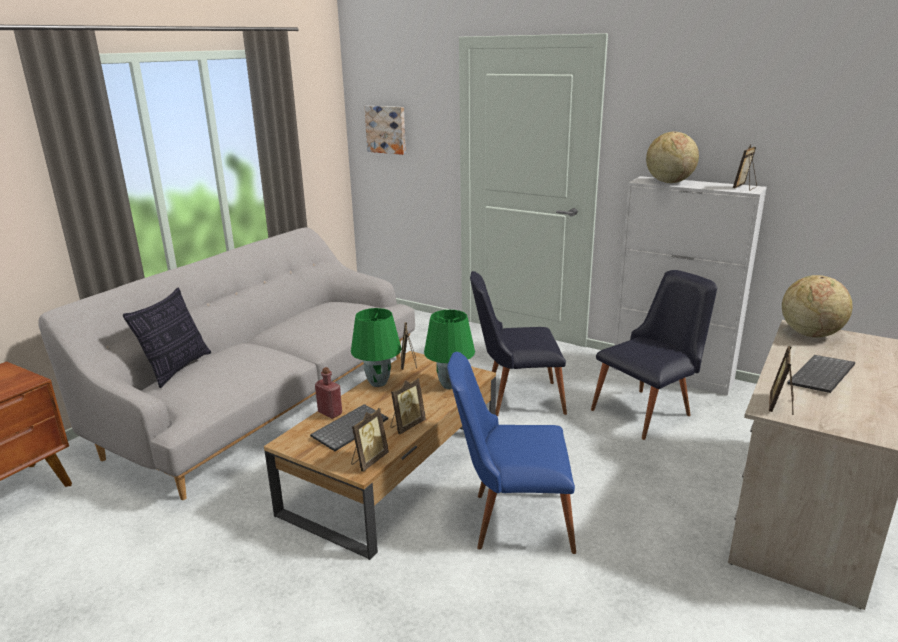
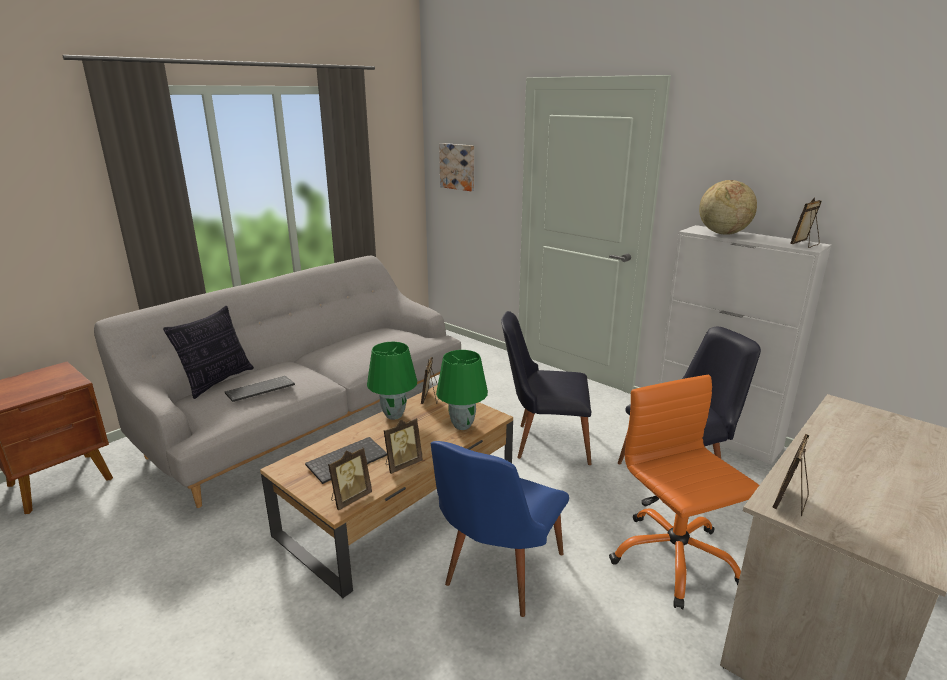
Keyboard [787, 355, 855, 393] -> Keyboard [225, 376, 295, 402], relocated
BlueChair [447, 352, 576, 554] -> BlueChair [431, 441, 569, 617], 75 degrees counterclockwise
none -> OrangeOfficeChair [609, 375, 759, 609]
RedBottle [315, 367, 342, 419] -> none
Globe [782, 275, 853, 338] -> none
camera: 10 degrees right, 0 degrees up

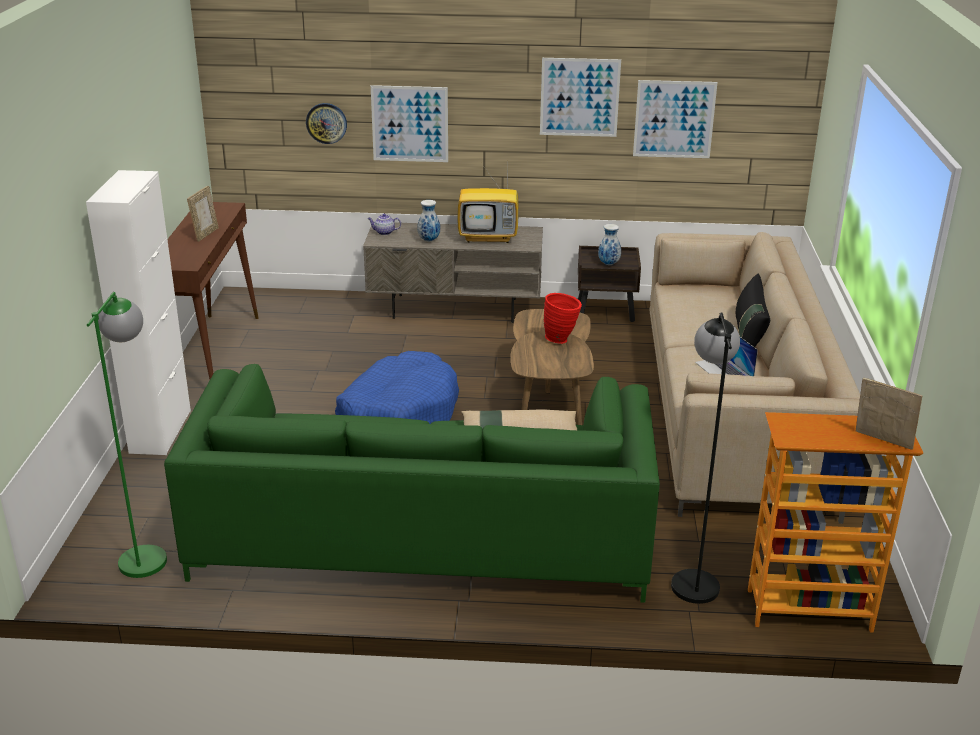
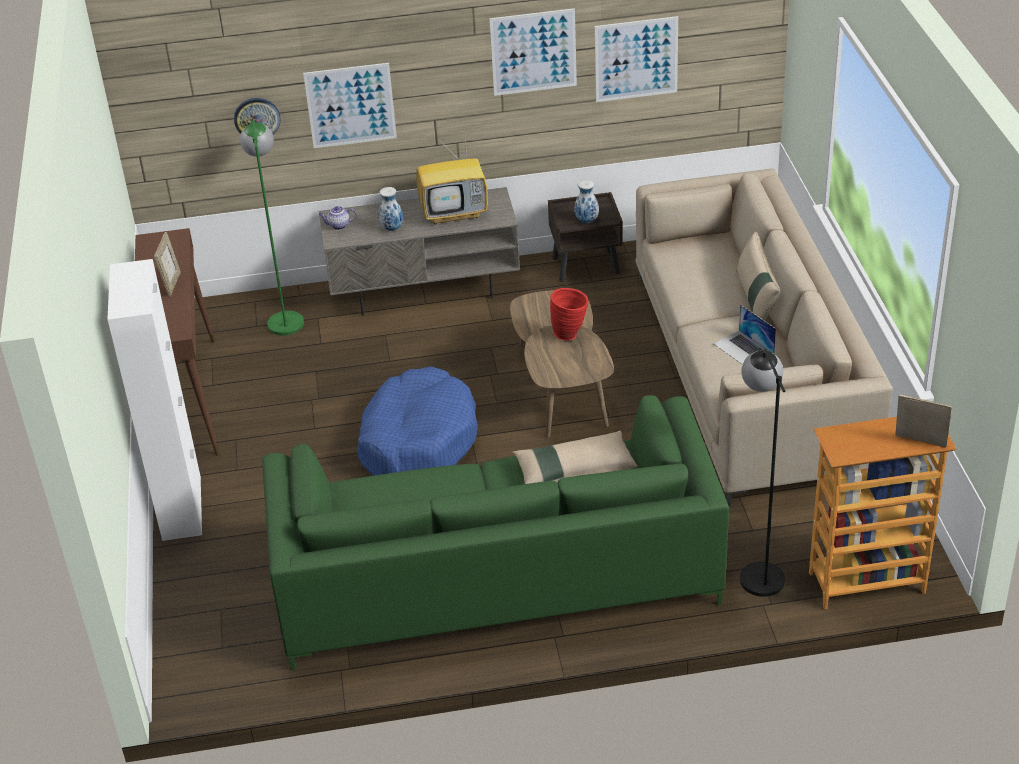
GreenFloorLamp [87, 292, 167, 578] -> GreenFloorLamp [240, 119, 304, 336], relocated
BlackPillow [736, 274, 770, 347] -> BeigePillow [737, 231, 780, 321]
camera: 10 degrees left, 10 degrees up

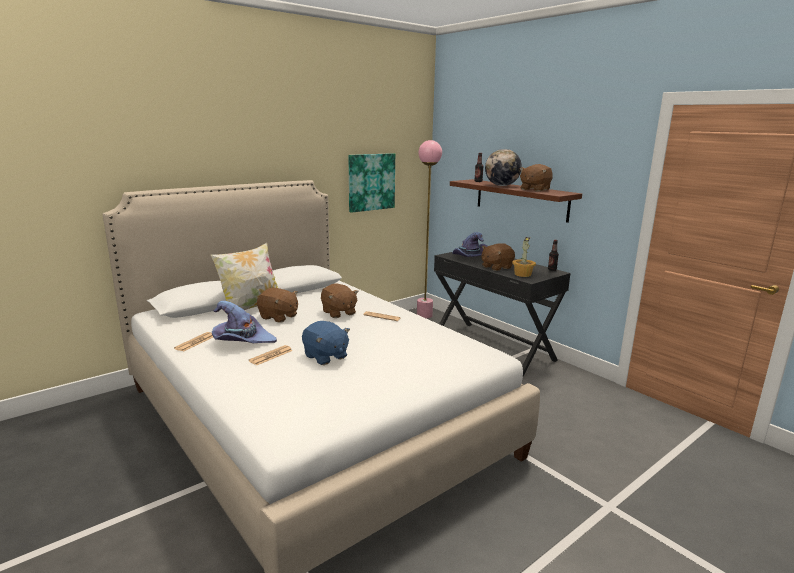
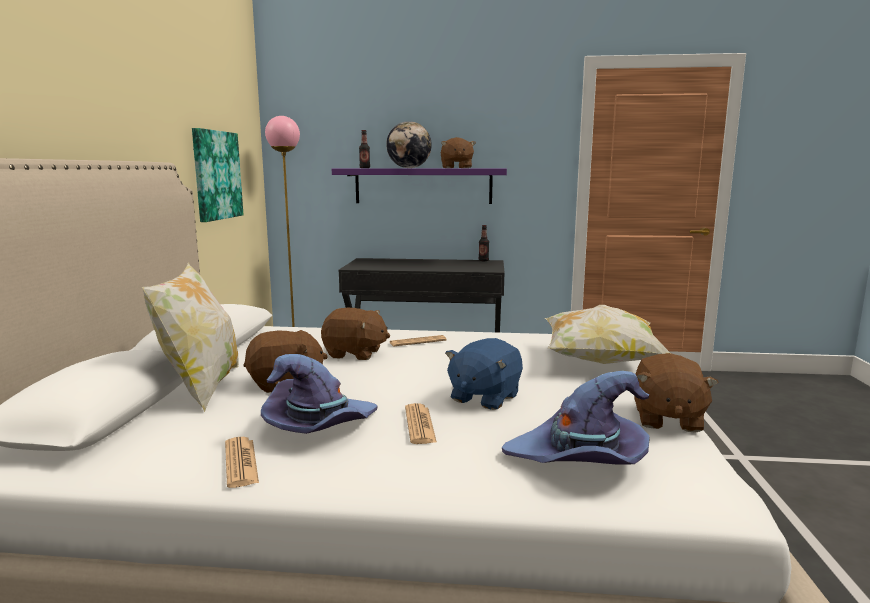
BrownShelf [450, 179, 582, 223] -> PurpleShelf [332, 169, 507, 204]
BluePlushToy [302, 321, 350, 365] -> BluePlushToy [445, 338, 523, 410], 120 degrees clockwise
PurpleHat [452, 232, 487, 257] -> PurpleHat [502, 371, 649, 465], relocated
none -> Pillow [545, 305, 670, 364]
BrownPlushToy [481, 243, 515, 271] -> BrownPlushToy [634, 353, 719, 433], relocated
PottedPlant [512, 237, 536, 277] -> none
camera: 45 degrees left, 5 degrees down

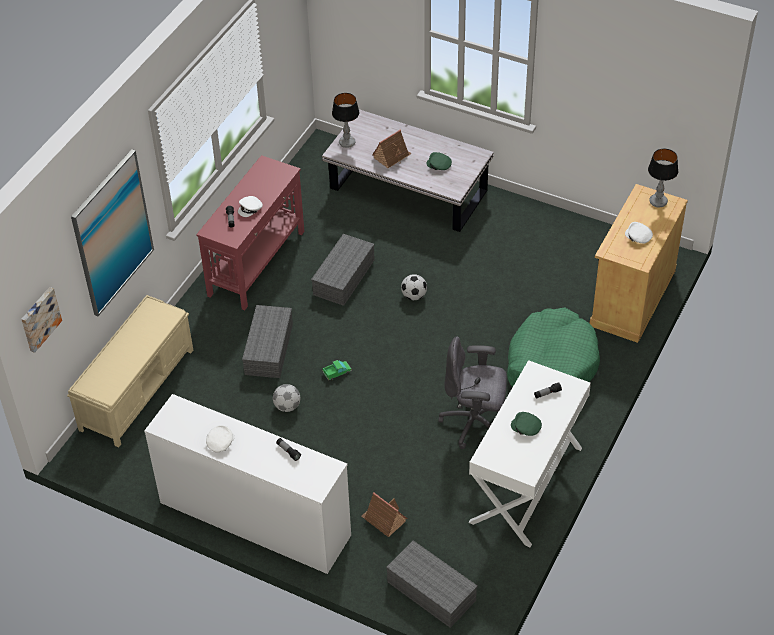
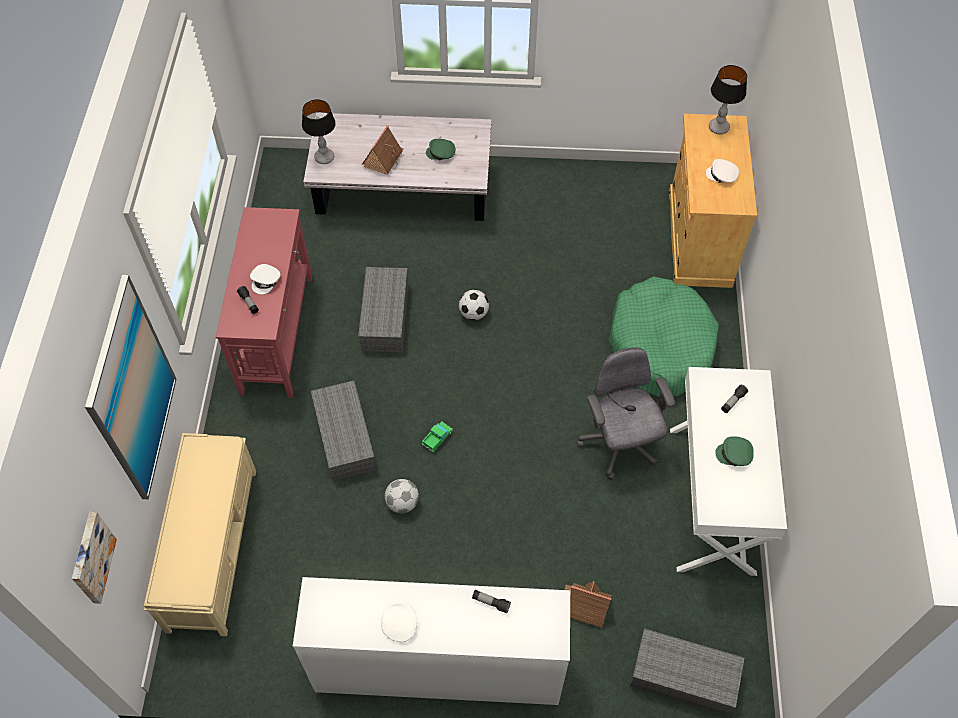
GreyOfficeChair [438, 336, 507, 449] -> GreyOfficeChair [578, 348, 675, 480], 90 degrees clockwise
camera: 25 degrees left, 10 degrees up

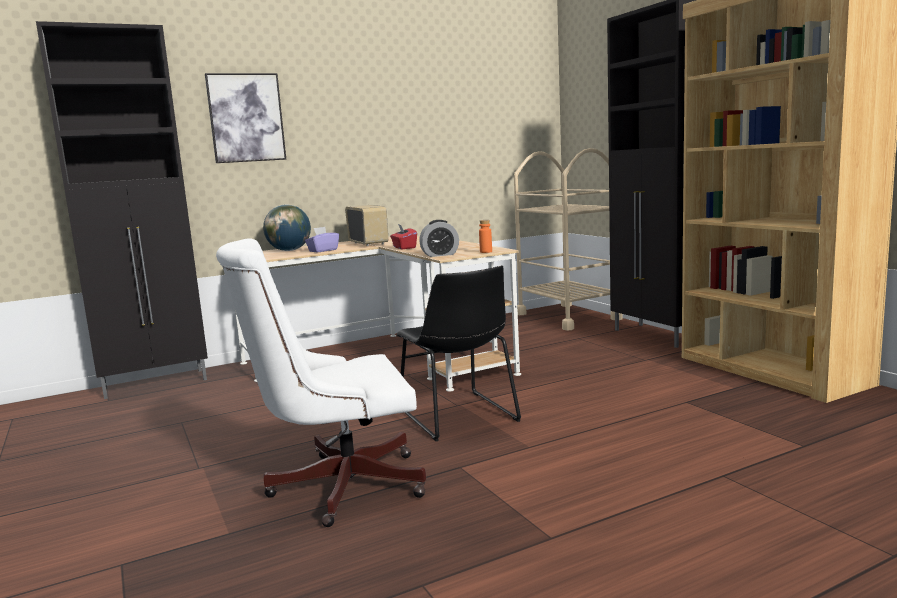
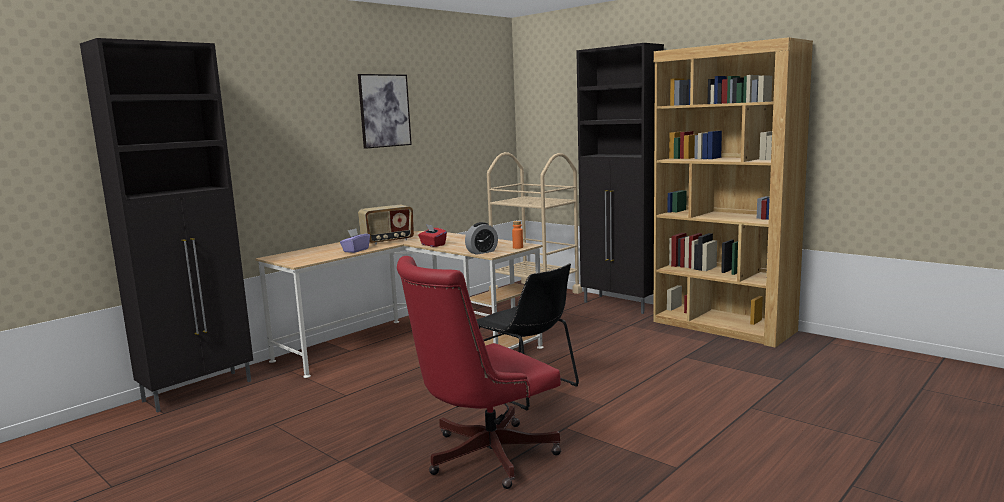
Picture [205, 73, 286, 163] -> Picture [358, 74, 412, 149], relocated
Radio [345, 205, 388, 246] -> Radio [358, 205, 414, 245], 105 degrees clockwise
WhiteOfficeChair [216, 238, 426, 527] -> RedOfficeChair [397, 256, 561, 489]
Globe [263, 205, 311, 251] -> none
camera: 20 degrees left, 0 degrees up

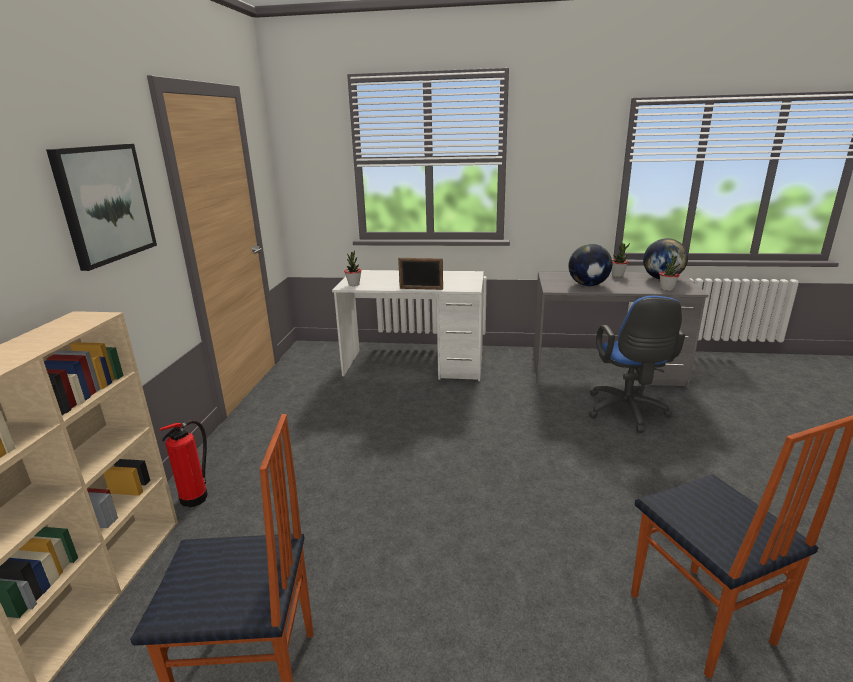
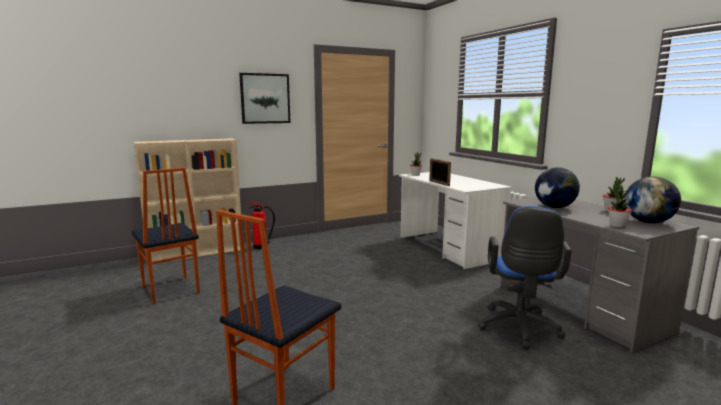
BlueOfficeChair [589, 296, 685, 433] -> BlueOfficeChair [478, 206, 572, 349], 45 degrees counterclockwise
camera: 55 degrees right, 10 degrees down

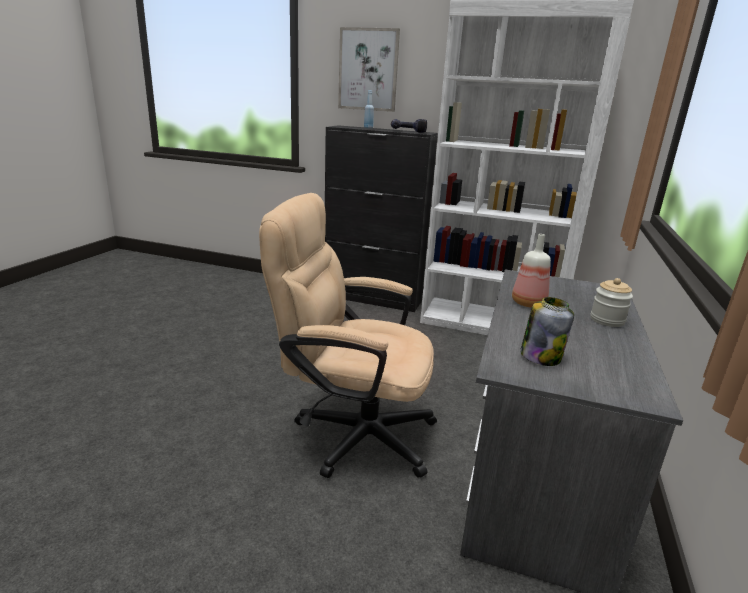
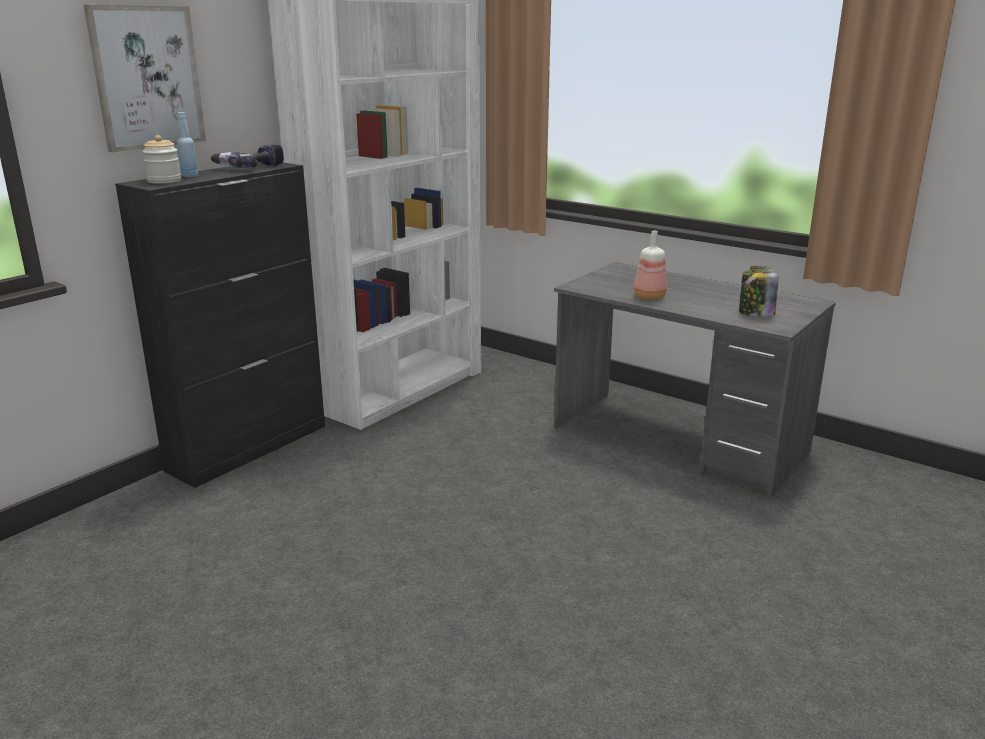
Jar [591, 278, 633, 327] -> Jar [142, 135, 181, 184], relocated
BeigeOfficeChair [259, 193, 437, 478] -> none
camera: 70 degrees left, 0 degrees up

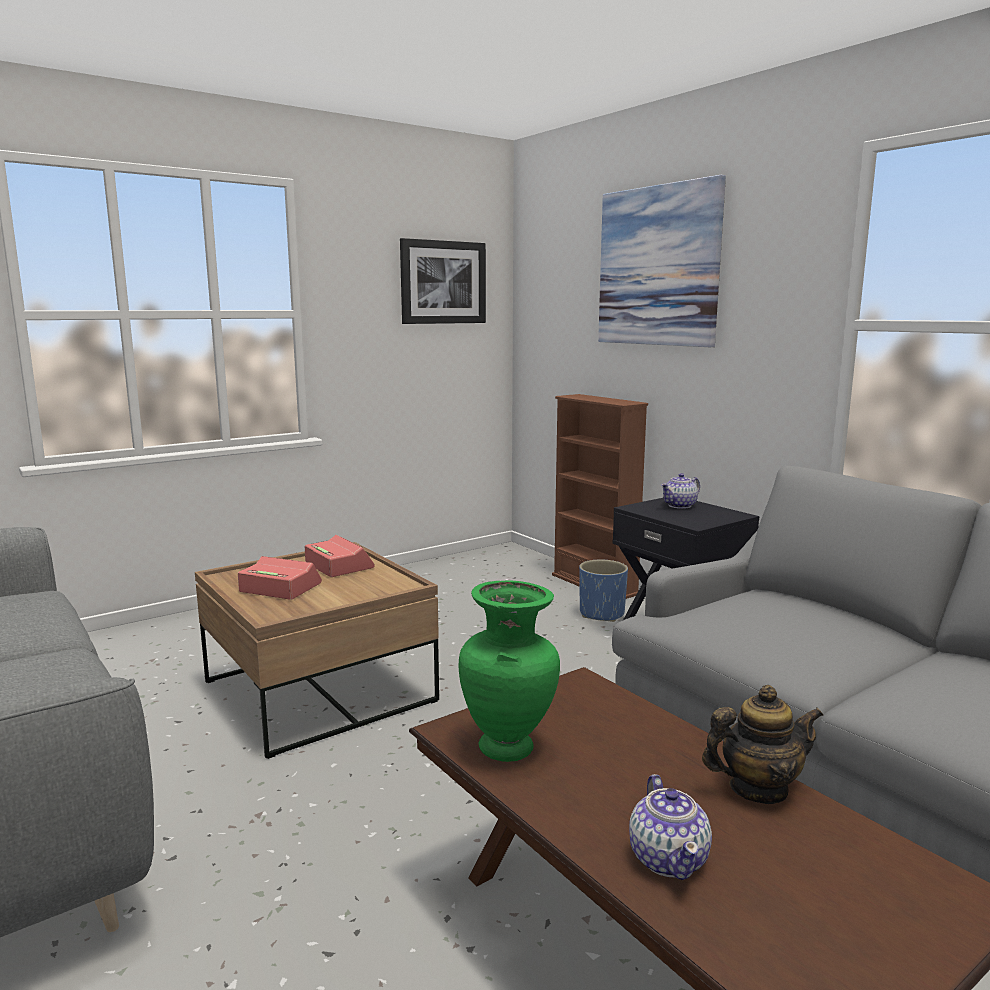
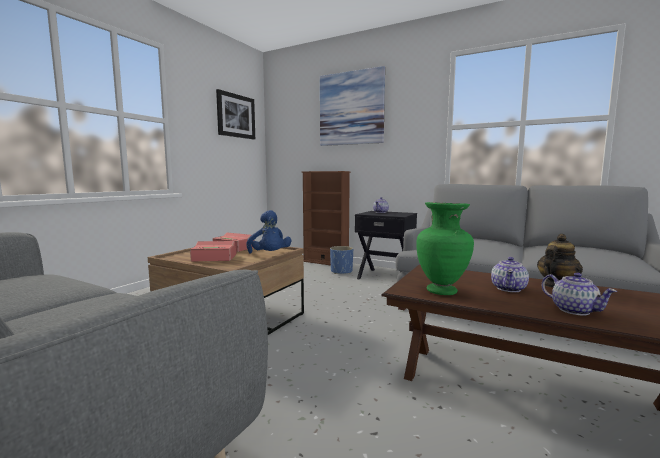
none -> BluePlushToy [246, 210, 291, 253]
none -> Teapot [491, 257, 529, 292]
camera: 25 degrees left, 5 degrees down

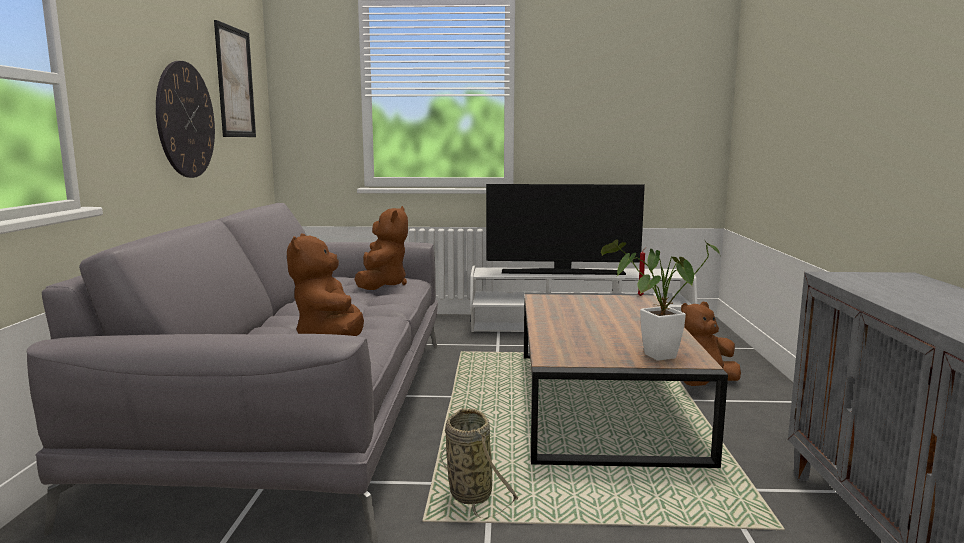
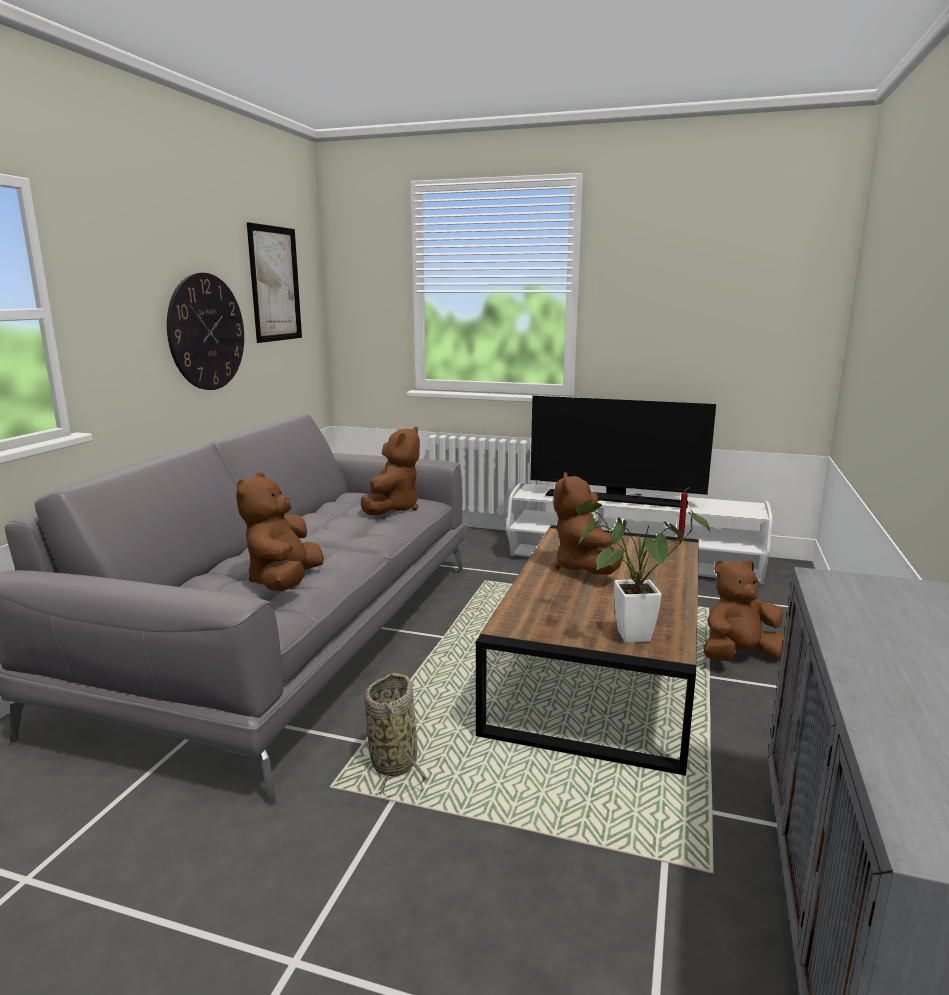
none -> BrownPlushToy [553, 472, 624, 575]
camera: 15 degrees right, 5 degrees up

